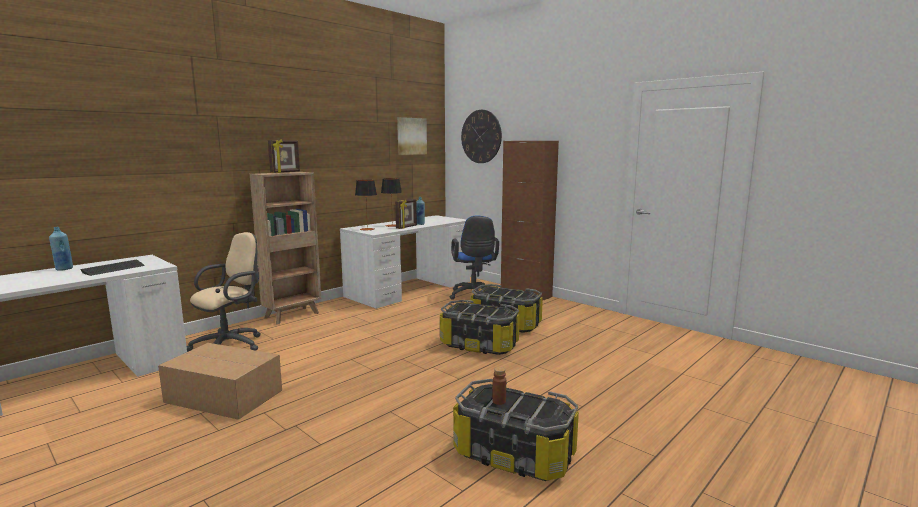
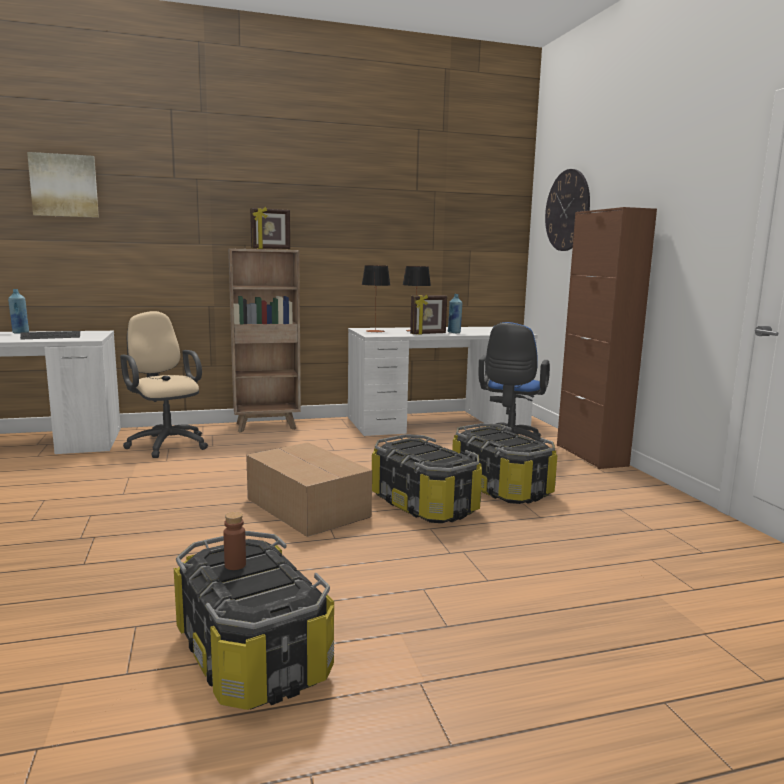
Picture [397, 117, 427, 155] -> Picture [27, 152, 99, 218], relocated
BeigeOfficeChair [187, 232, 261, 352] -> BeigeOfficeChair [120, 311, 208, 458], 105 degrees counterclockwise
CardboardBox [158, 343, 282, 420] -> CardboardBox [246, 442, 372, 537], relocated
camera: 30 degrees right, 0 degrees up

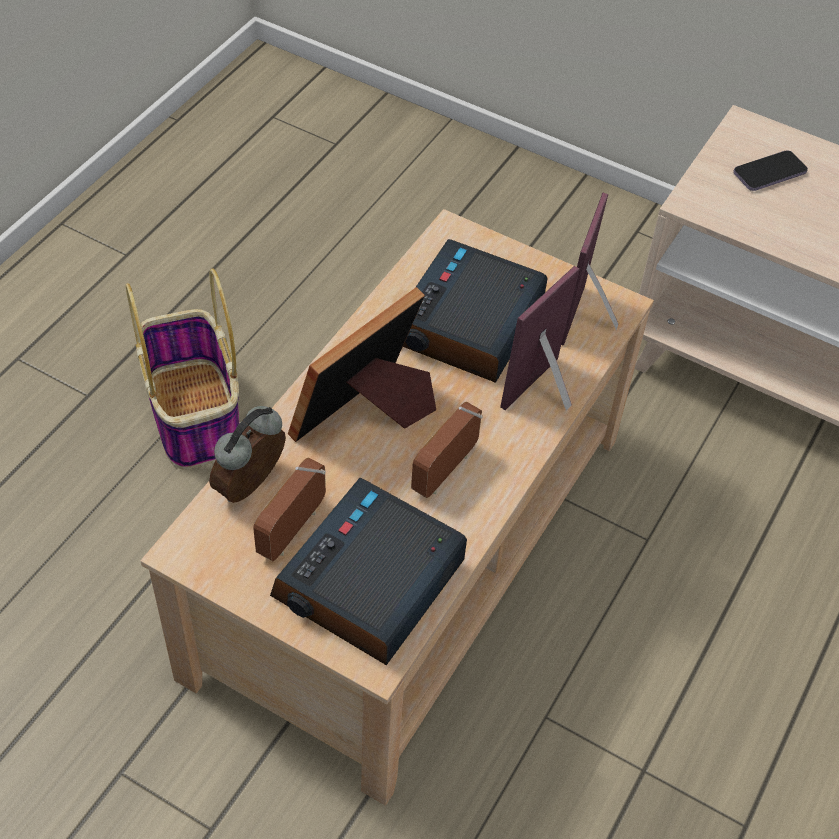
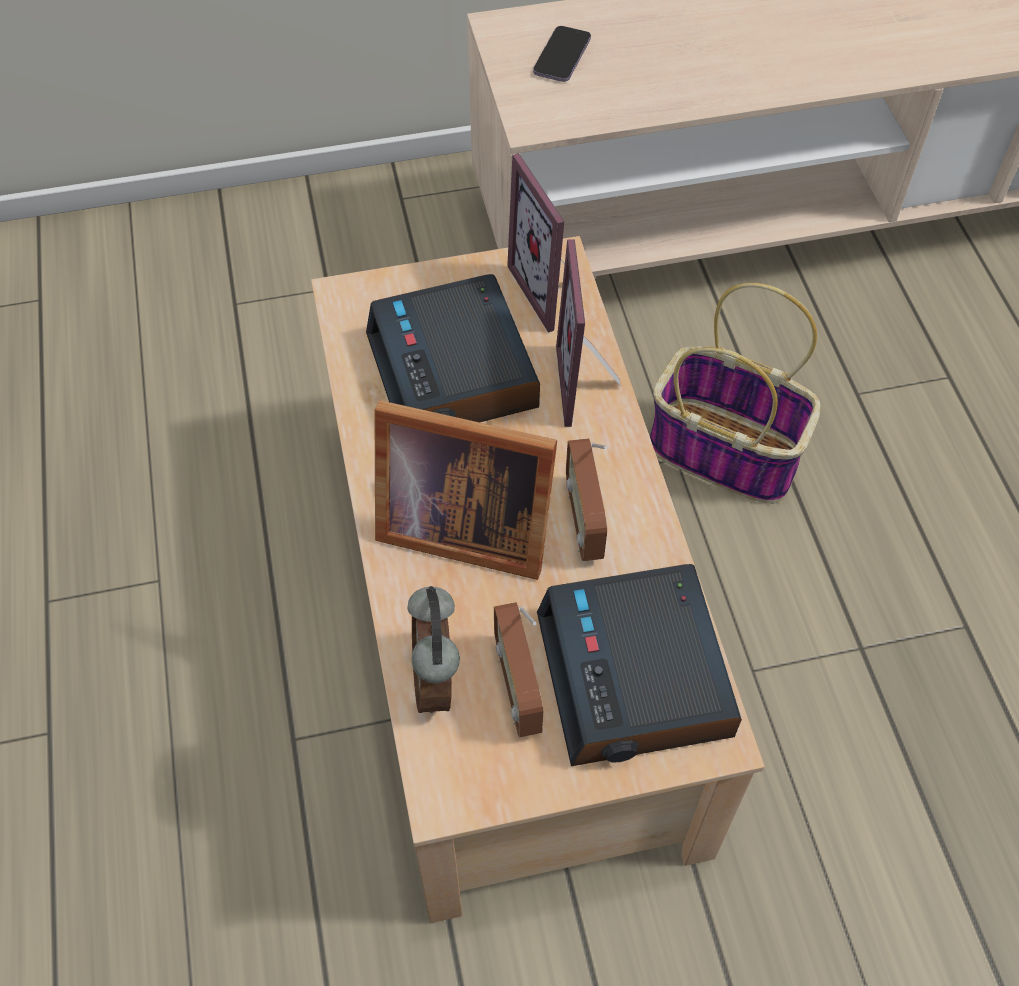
PictureFrame [288, 287, 436, 442] -> PictureFrame [374, 400, 557, 580], 75 degrees counterclockwise
Basket [126, 268, 239, 470] -> Basket [650, 283, 820, 504], relocated
camera: 40 degrees left, 5 degrees up

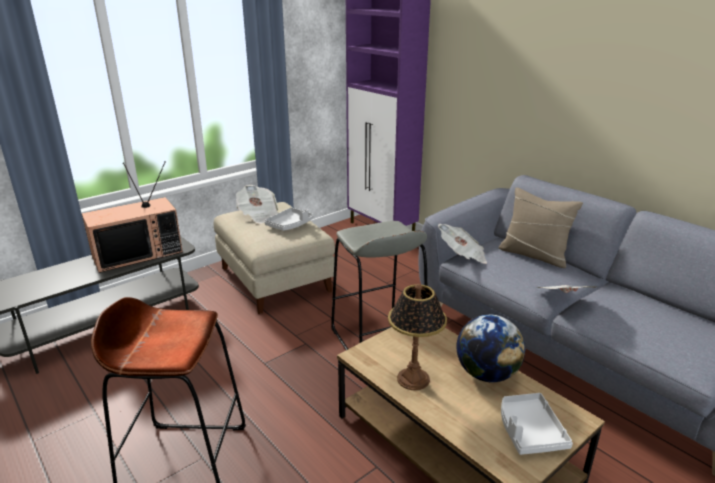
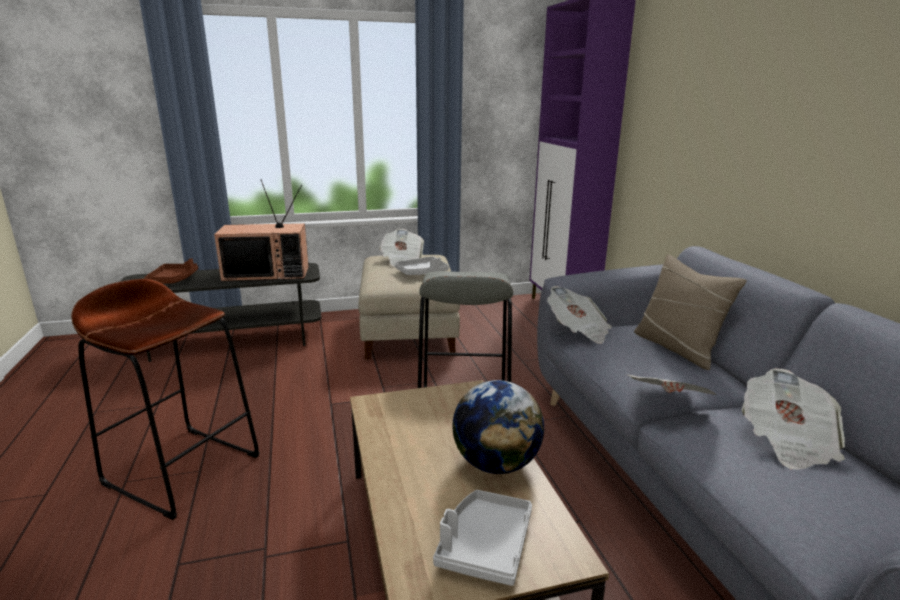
none -> BrownTray [144, 258, 198, 284]
none -> Newspaper [742, 368, 845, 470]
TableLamp [388, 284, 447, 390] -> none
camera: 25 degrees right, 5 degrees down

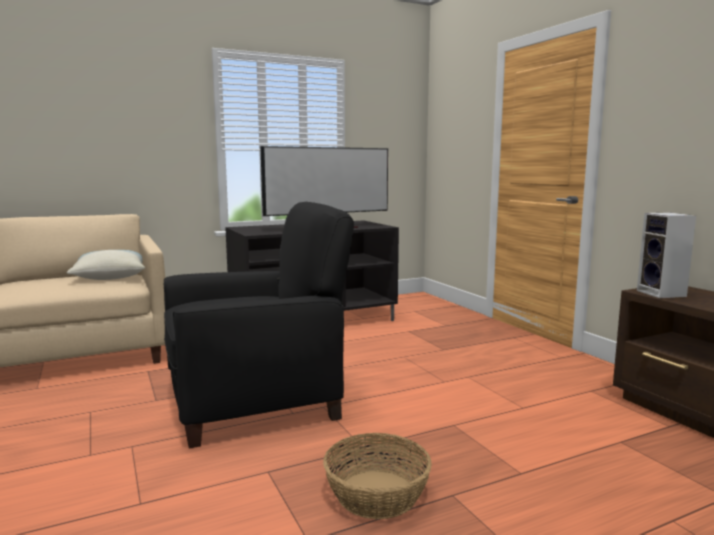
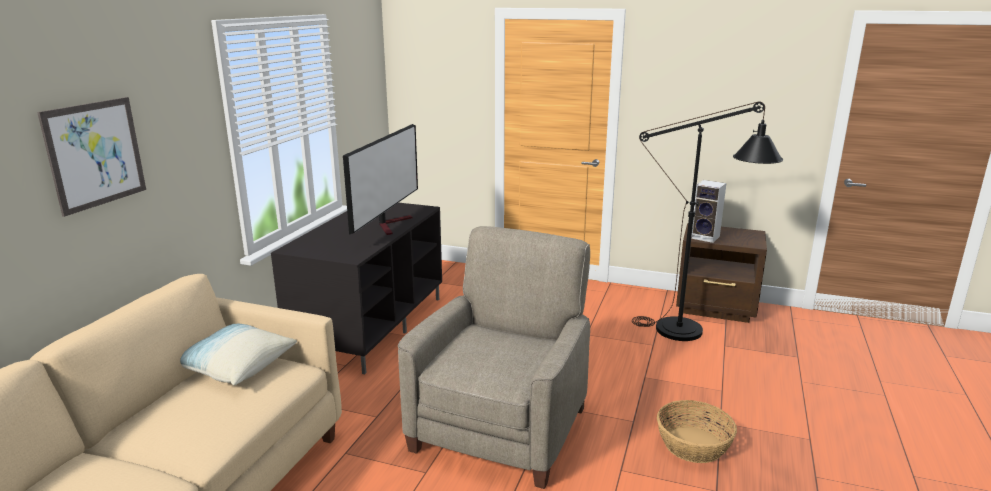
none -> Picture [37, 97, 146, 217]
BlackArmchair [164, 202, 354, 448] -> BeigeArmchair [398, 226, 590, 489]
none -> BlackFloorLamp [632, 102, 783, 341]
camera: 45 degrees left, 10 degrees up

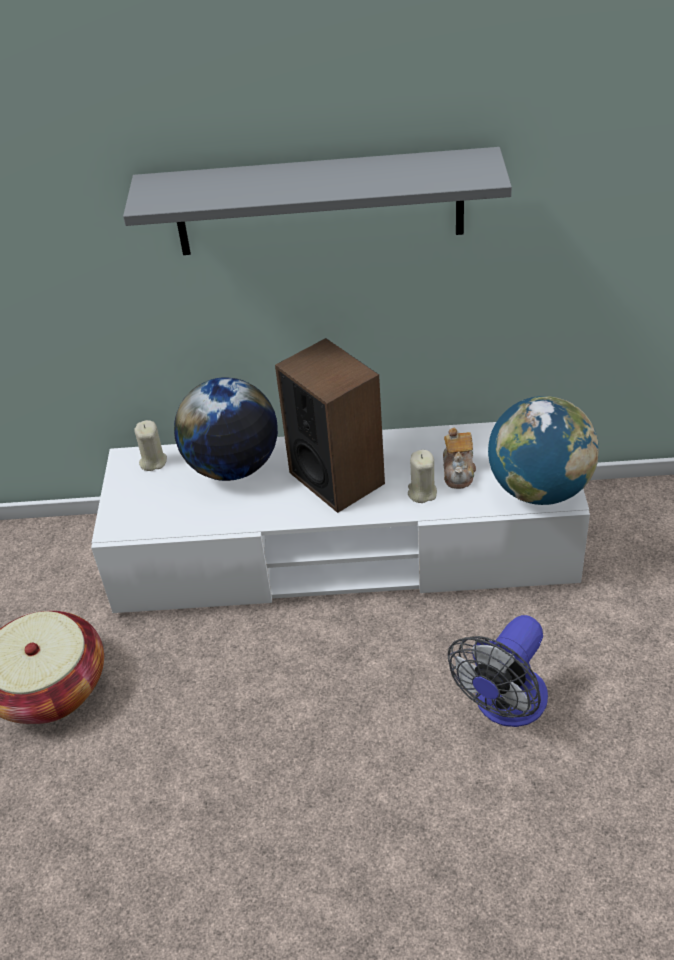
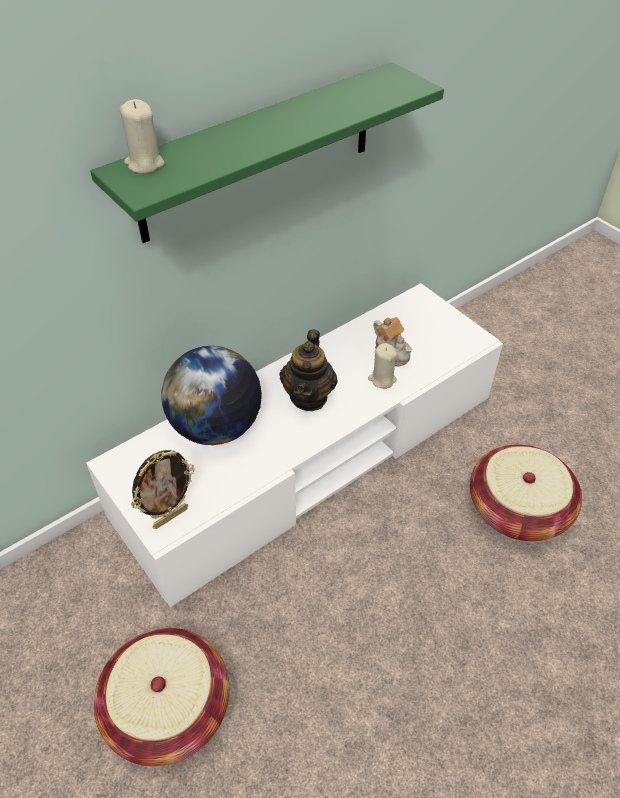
GreyShelf [123, 147, 512, 255] -> GreenShelf [90, 62, 444, 243]
BeigeCandle [134, 420, 167, 471] -> BeigeCandle [120, 99, 165, 174], relocated
none -> PictureFrame [131, 450, 195, 529]
Speaker [275, 338, 385, 513] -> Teapot [279, 329, 338, 411]
Fan [448, 615, 548, 727] -> Basket [470, 444, 582, 541]
Globe [488, 396, 599, 505] -> none
camera: 40 degrees left, 5 degrees up

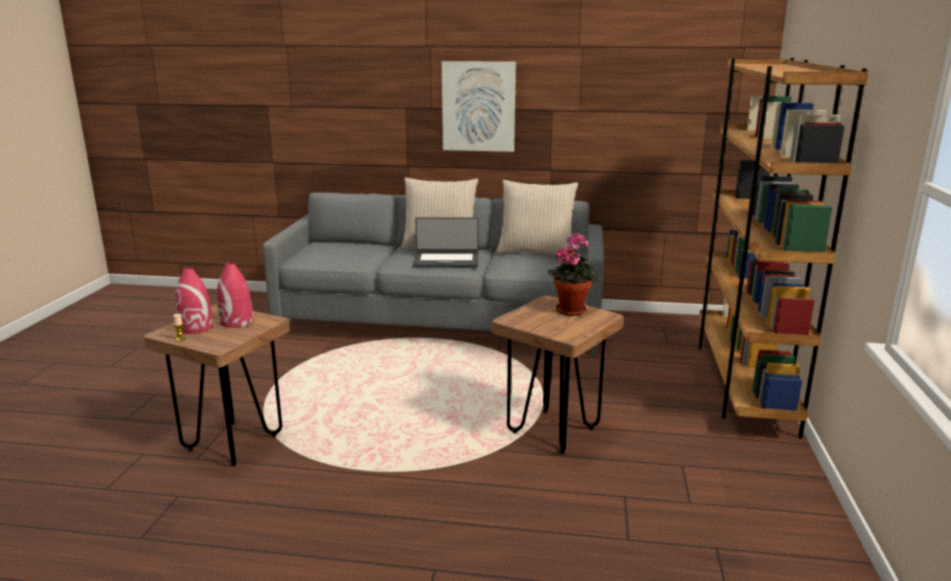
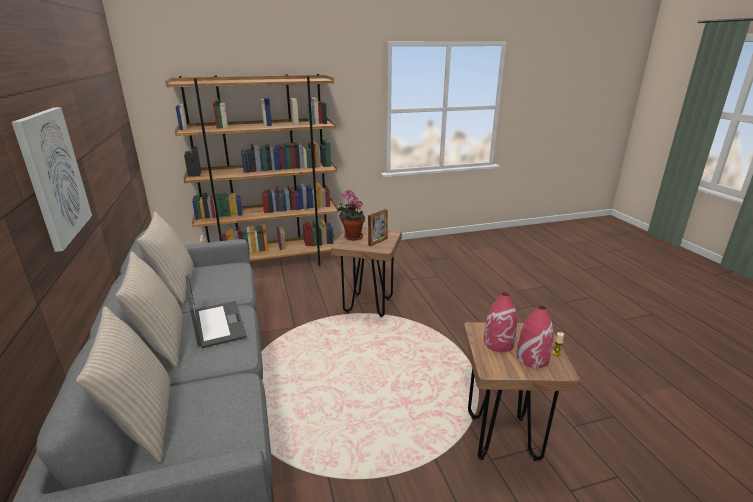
none -> BeigePillow [76, 306, 171, 463]
none -> PictureFrame [368, 209, 388, 246]
camera: 115 degrees left, 5 degrees up

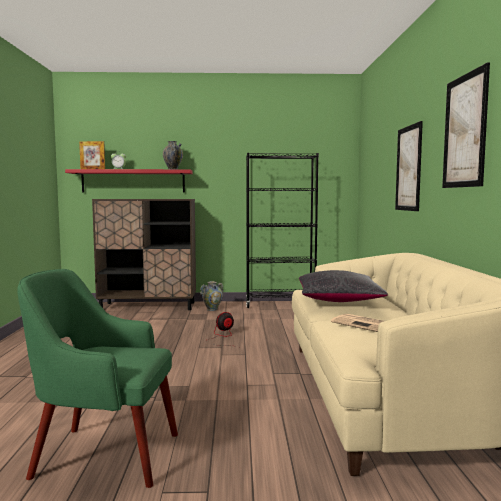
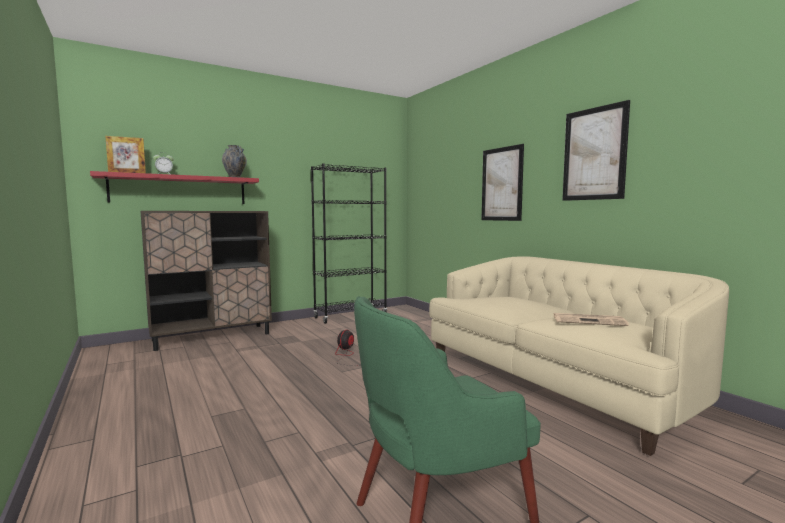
Vase [200, 281, 223, 311] -> none
BlackPillow [299, 270, 388, 302] -> none
camera: 30 degrees left, 0 degrees up

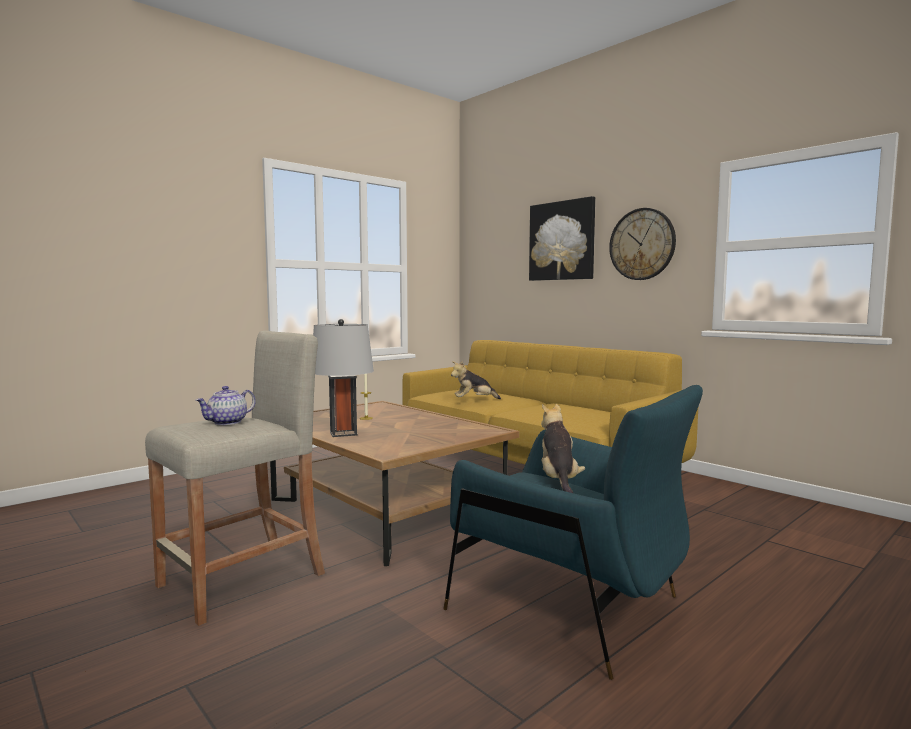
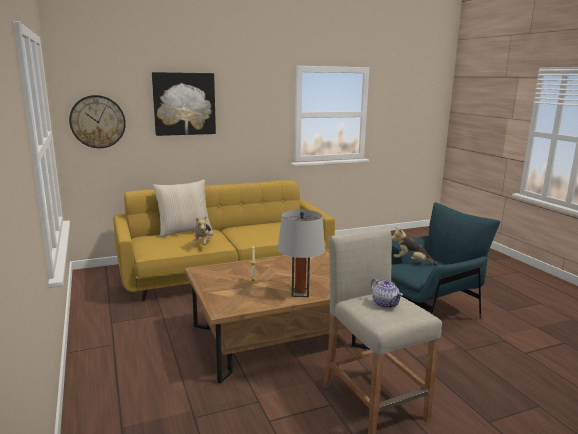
WallClock [609, 208, 676, 280] -> WallClock [69, 95, 126, 148], relocated
none -> BeigePillow [153, 180, 212, 237]
camera: 70 degrees left, 10 degrees up

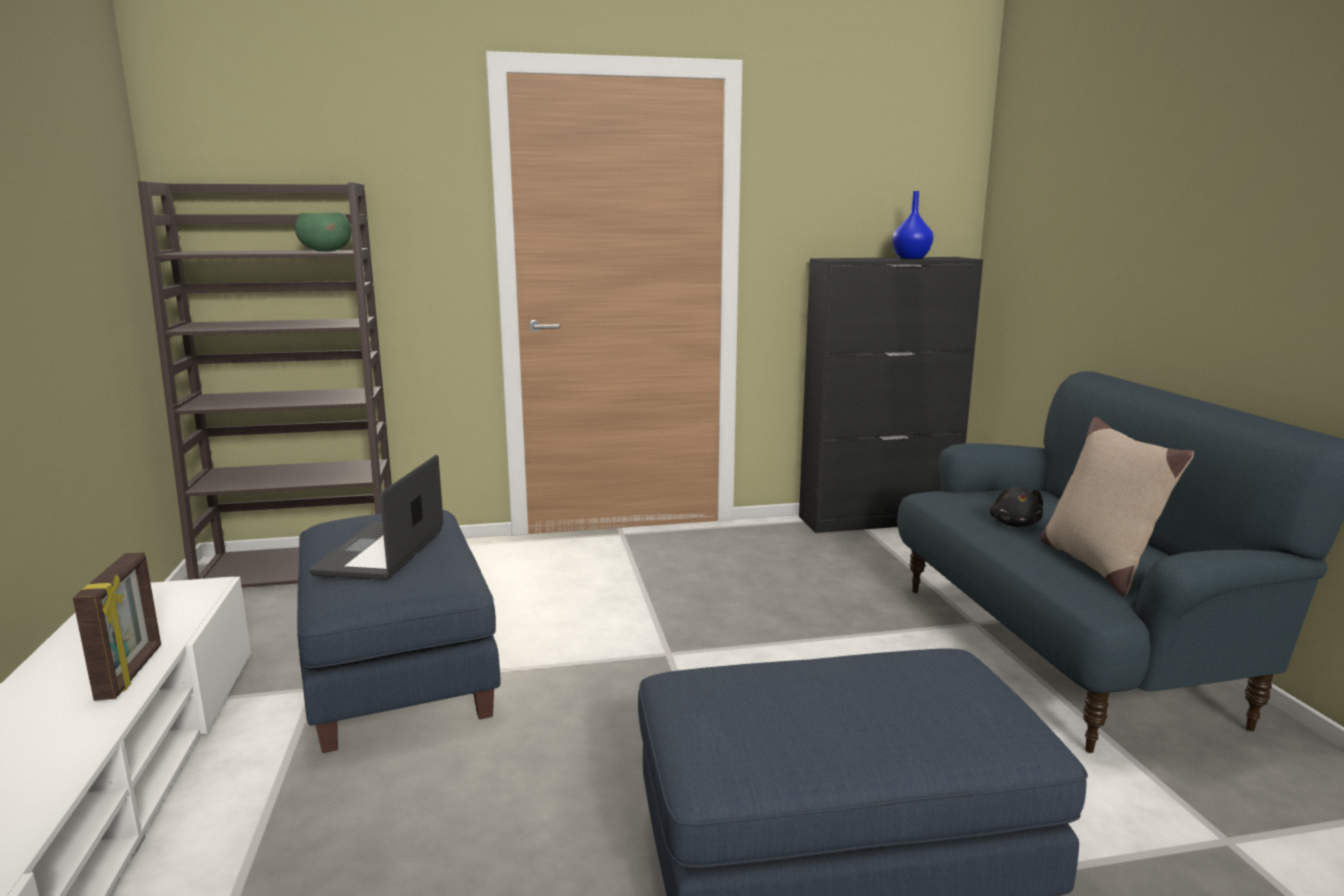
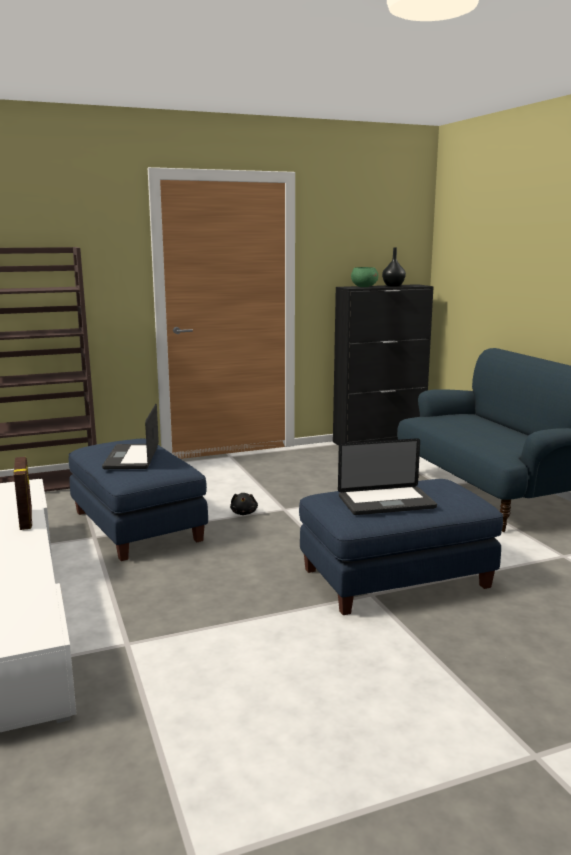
BlackPlushToy [990, 487, 1043, 527] -> BlackPlushToy [230, 493, 258, 515], relocated
none -> Laptop [338, 438, 437, 515]
GreenBowl [295, 213, 352, 252] -> GreenBowl [351, 267, 378, 287], relocated
BlueVase [892, 191, 934, 259] -> BlackVase [382, 247, 406, 287]
BeigePillow [1040, 417, 1194, 596] -> none
camera: 10 degrees left, 0 degrees up

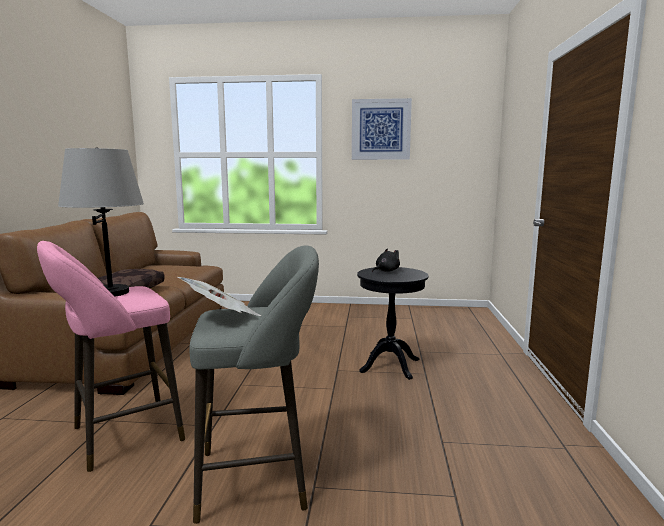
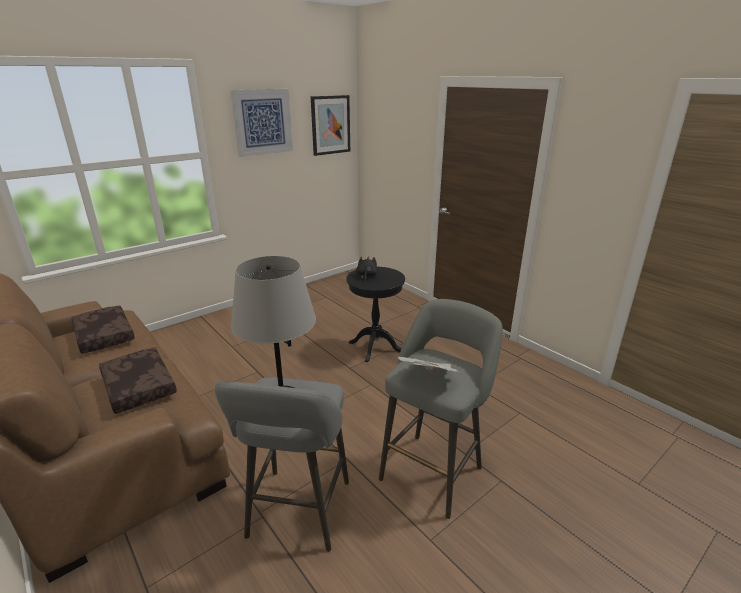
none -> BrownPillow [71, 305, 135, 354]
PinkStool [37, 241, 185, 472] -> GreyStool [215, 377, 349, 552]
none -> Picture [311, 95, 350, 156]
camera: 45 degrees left, 15 degrees up

